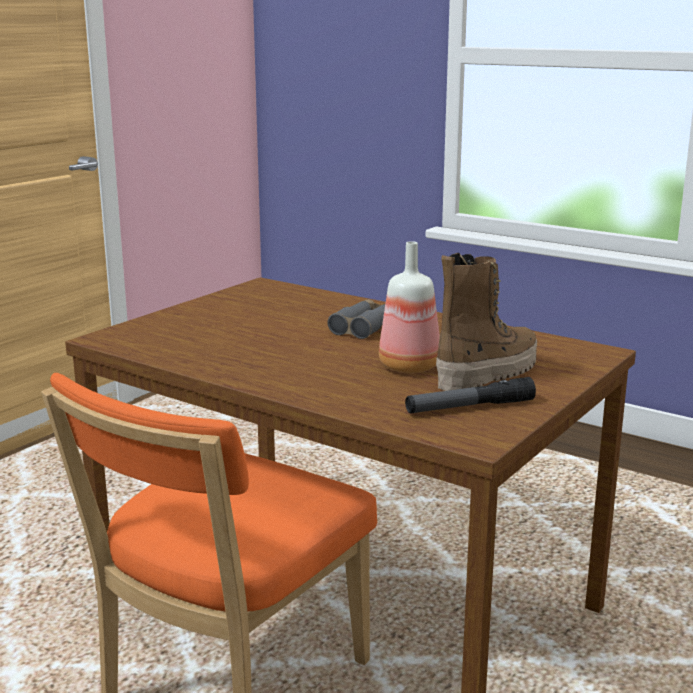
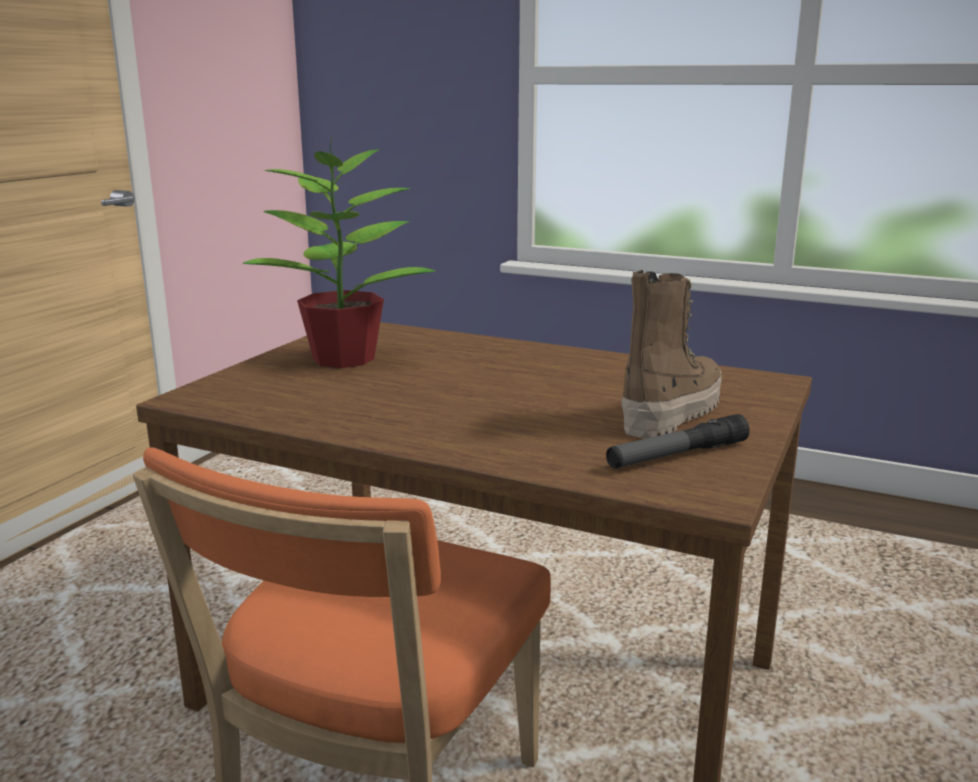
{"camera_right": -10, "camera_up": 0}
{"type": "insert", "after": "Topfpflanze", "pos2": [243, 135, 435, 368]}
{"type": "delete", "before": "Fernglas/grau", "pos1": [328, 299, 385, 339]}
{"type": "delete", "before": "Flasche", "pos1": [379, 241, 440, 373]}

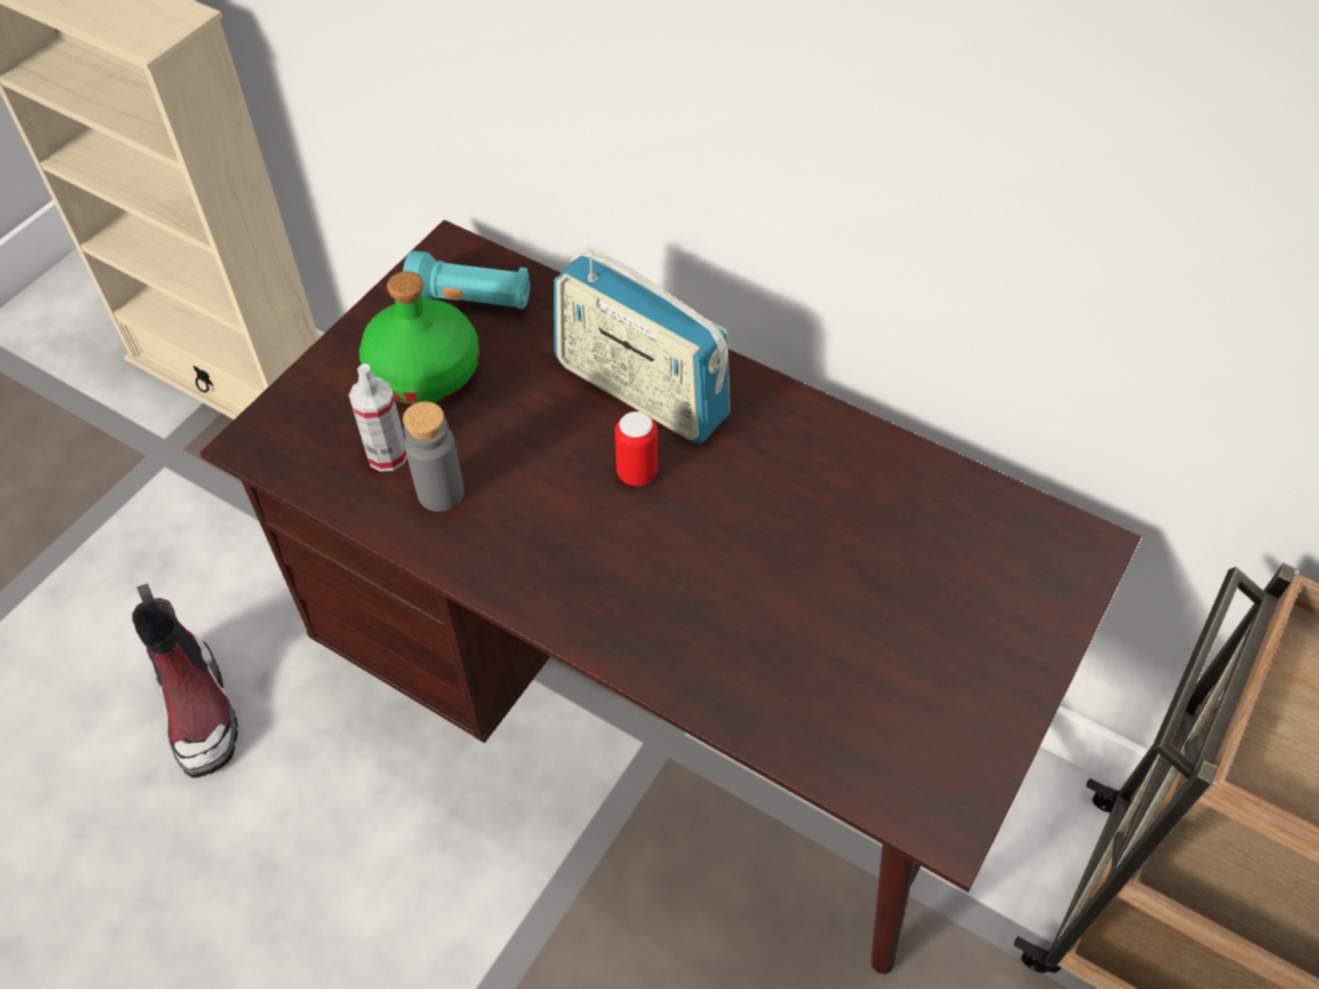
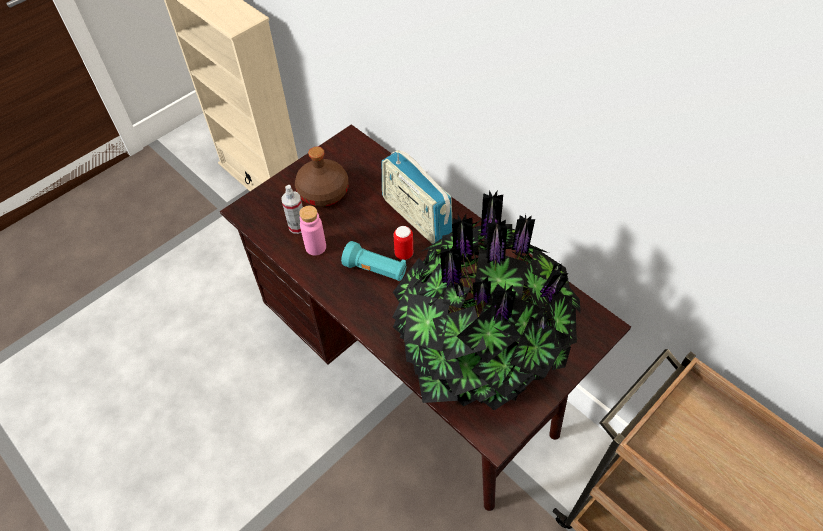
{"camera_right": 15, "camera_up": 0}
{"type": "recolor", "before": "Flasche/grün", "after": "Flasche/braun", "pos1": [359, 271, 480, 404], "pos2": [295, 147, 349, 207]}
{"type": "recolor", "before": "Flasche/grau", "after": "Flasche/rosa", "pos1": [403, 402, 464, 512], "pos2": [299, 206, 326, 256]}
{"type": "move", "before": "Taschenlampe/türkis", "pos1": [403, 251, 530, 309], "pos2": [341, 241, 406, 281]}
{"type": "insert", "after": "Topfpflanze", "pos2": [392, 190, 581, 410]}
{"type": "delete", "before": "Stiefel", "pos1": [132, 584, 238, 778]}

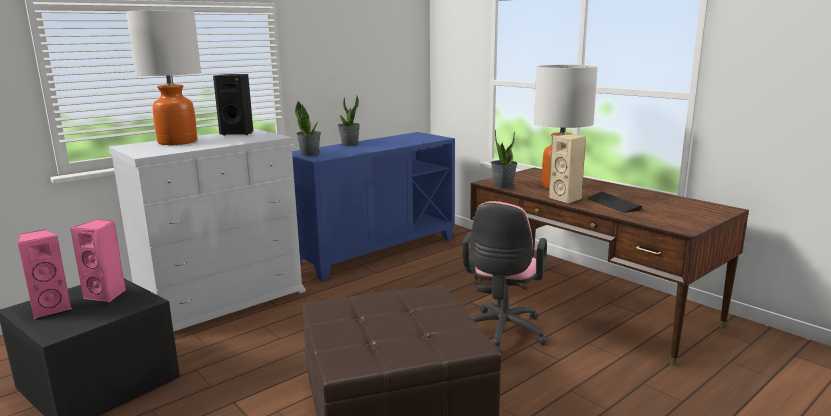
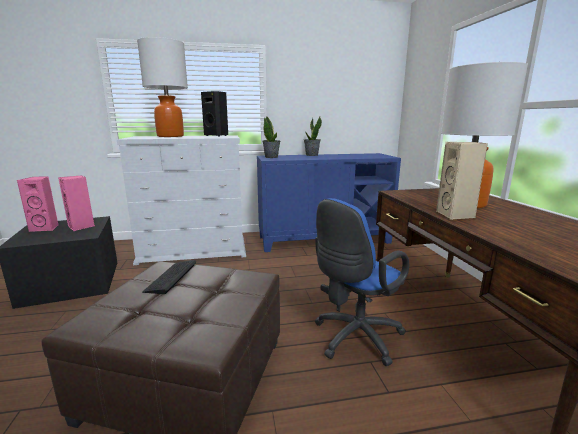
{"camera_right": 30, "camera_up": 0}
{"type": "move", "before": "Tastatur", "pos1": [587, 192, 643, 213], "pos2": [142, 260, 197, 294]}
{"type": "recolor", "before": "Bürostuhl/rosa", "after": "Bürostuhl/blau", "pos1": [462, 201, 548, 351], "pos2": [315, 198, 409, 366]}
{"type": "delete", "before": "Topfpflanze", "pos1": [491, 129, 518, 188]}

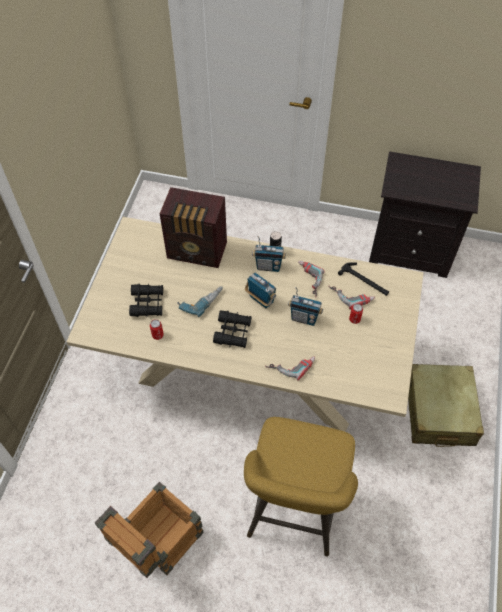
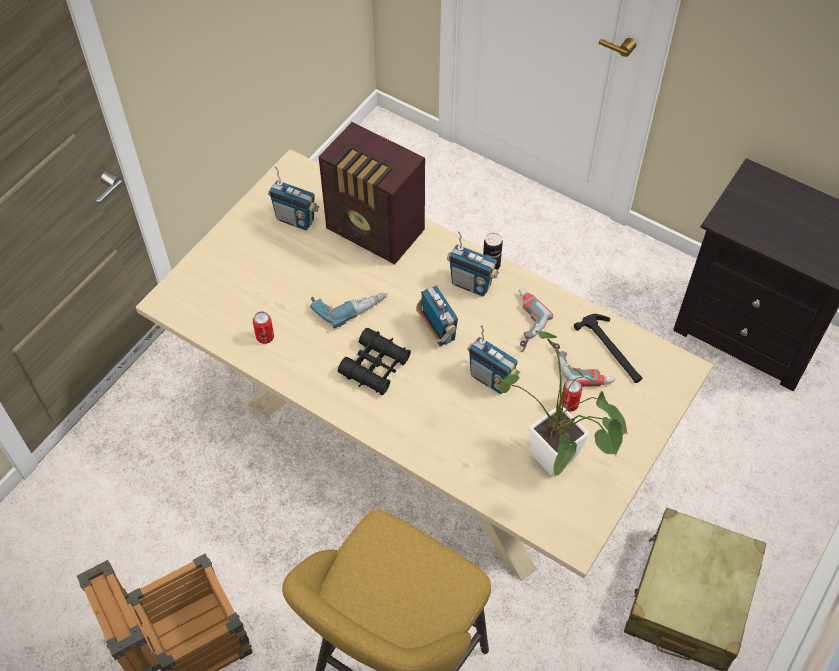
{"camera_right": 20, "camera_up": 0}
{"type": "insert", "after": "Radio", "pos2": [268, 166, 320, 230]}
{"type": "insert", "after": "Topfpflanze", "pos2": [499, 330, 628, 477]}
{"type": "delete", "before": "Fernglas/schwarz", "pos1": [129, 284, 163, 318]}
{"type": "delete", "before": "Bohrmaschine", "pos1": [265, 356, 315, 381]}

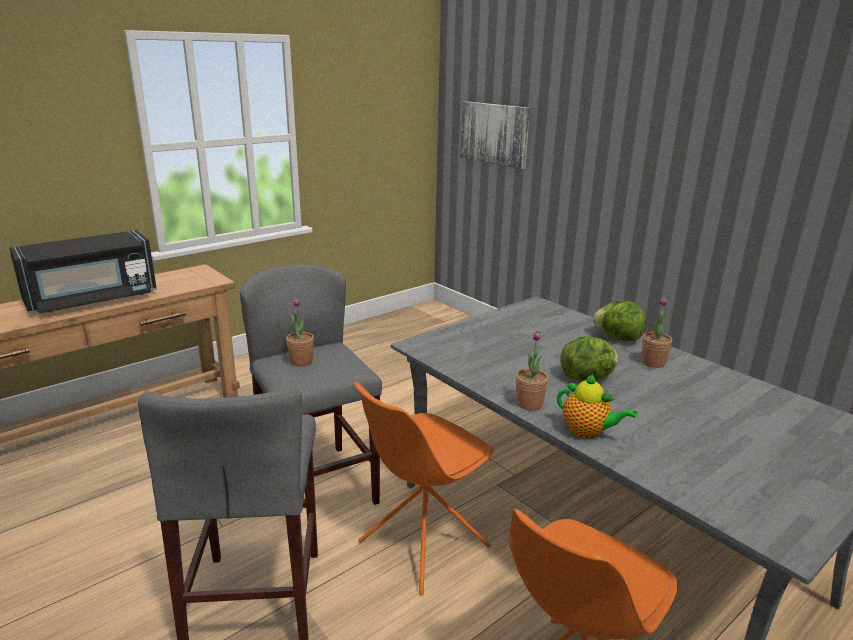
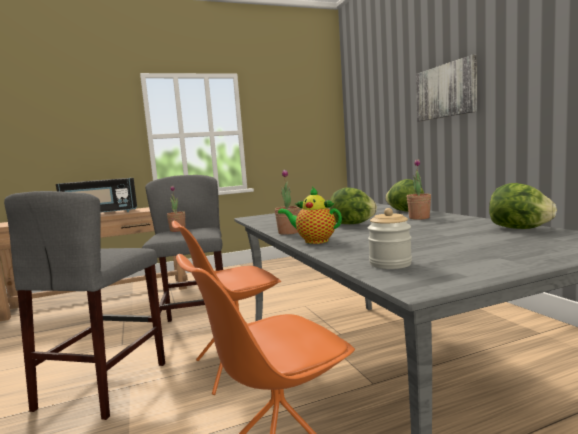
{"camera_right": 20, "camera_up": -15}
{"type": "rotate", "before": "Teekanne", "pos1": [557, 374, 637, 439], "pos2": [278, 187, 342, 244], "turn": 150}
{"type": "insert", "after": "Vorratsglas", "pos2": [368, 208, 412, 269]}
{"type": "move", "before": "Bild", "pos1": [460, 101, 530, 169], "pos2": [416, 55, 477, 121]}
{"type": "insert", "after": "Salatkopf", "pos2": [489, 183, 557, 229]}

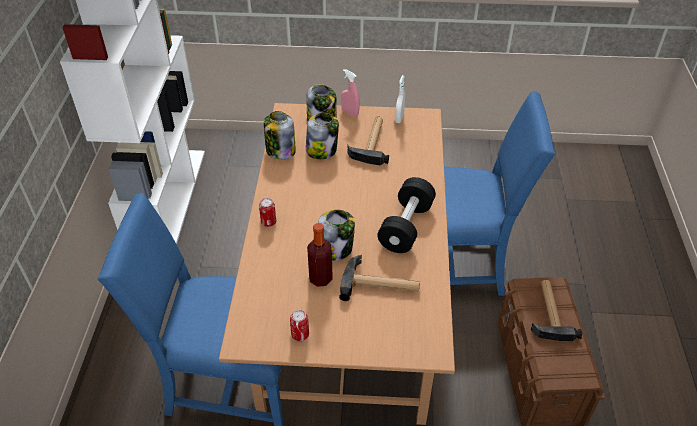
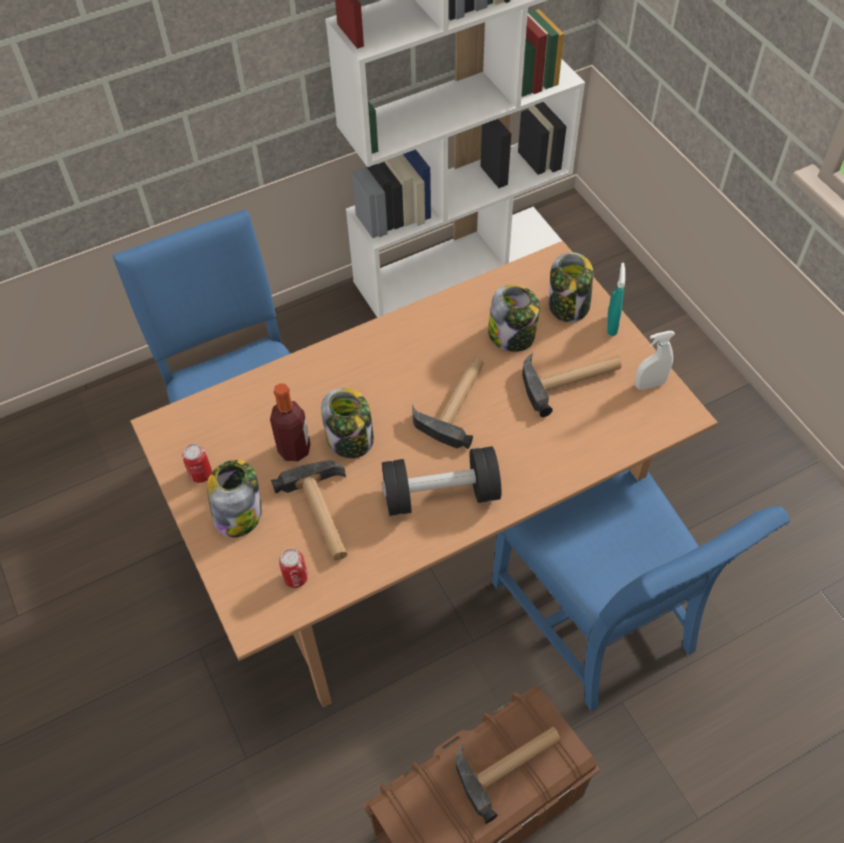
{"camera_right": 60, "camera_up": 10}
{"type": "move", "before": "Vorratsglas", "pos1": [264, 111, 296, 160], "pos2": [207, 460, 262, 538]}
{"type": "move", "before": "Dose", "pos1": [259, 198, 276, 227], "pos2": [279, 549, 308, 588]}
{"type": "insert", "after": "Hammer", "pos2": [412, 357, 483, 449]}
{"type": "recolor", "before": "Sprühflasche/rosa", "after": "Sprühflasche/türkis", "pos1": [341, 69, 360, 117], "pos2": [607, 263, 625, 336]}

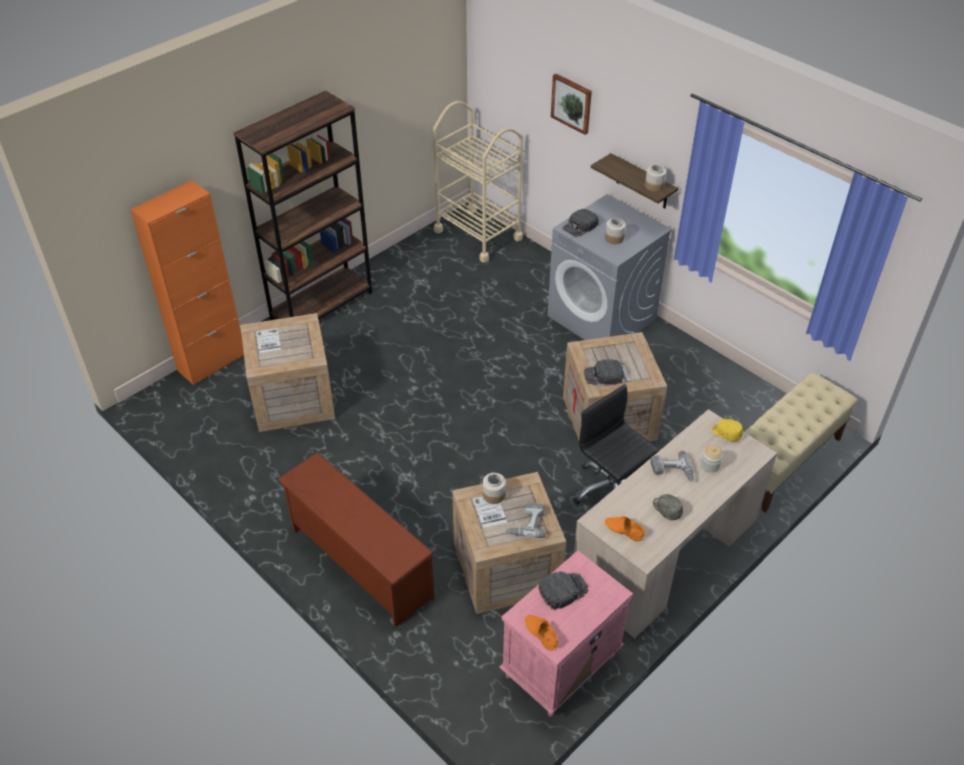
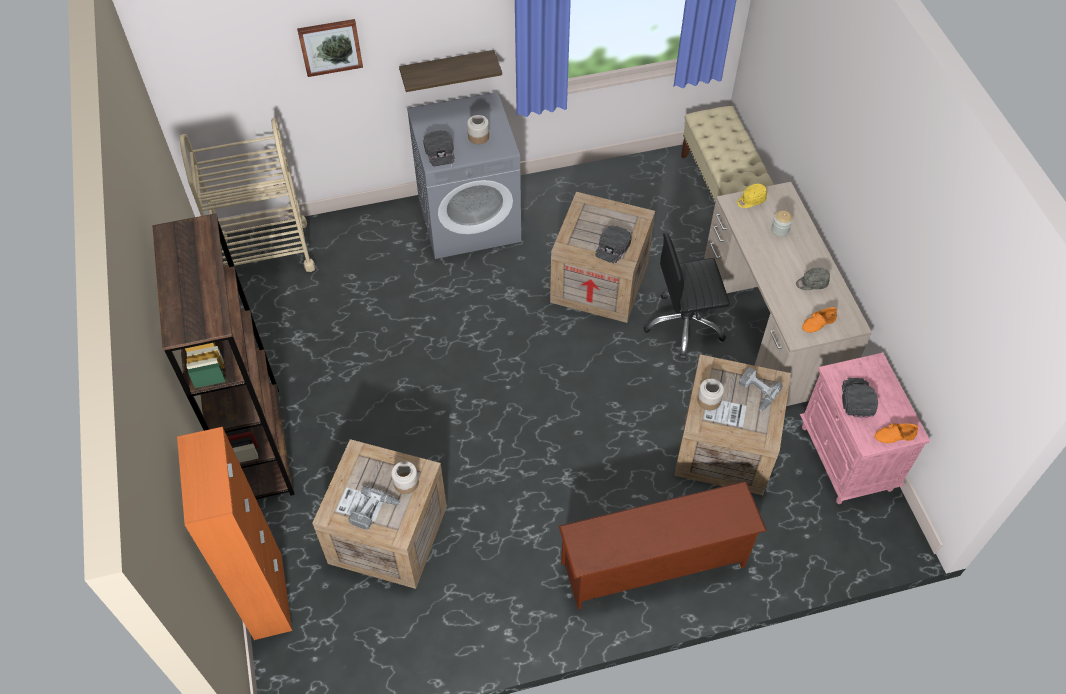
{"camera_right": -60, "camera_up": 10}
{"type": "move", "before": "Bohrmaschine", "pos1": [650, 451, 694, 482], "pos2": [349, 486, 401, 530]}
{"type": "move", "before": "Vorratsglas", "pos1": [645, 165, 666, 192], "pos2": [391, 461, 419, 494]}

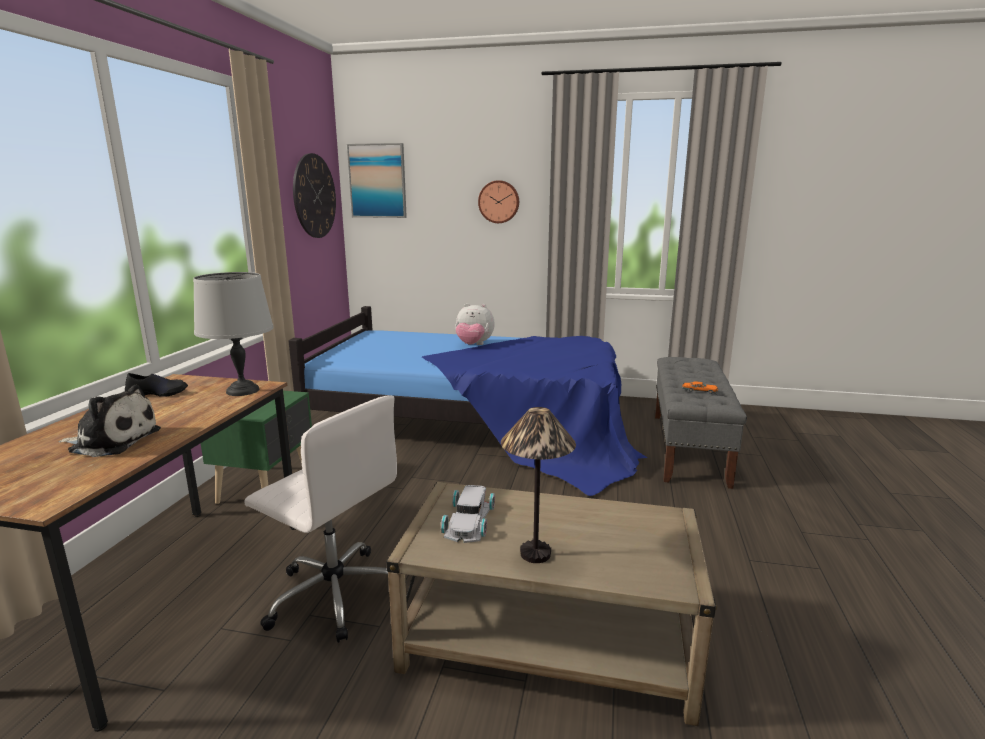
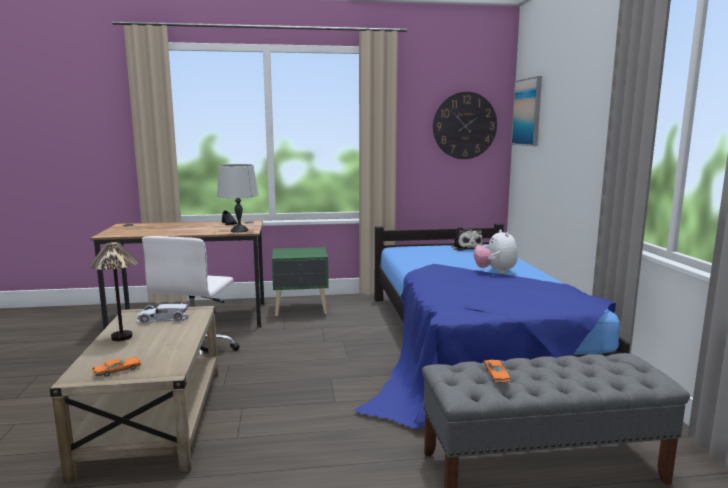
{"camera_right": 70, "camera_up": -5}
{"type": "insert", "after": "Spielzeugauto/orange", "pos2": [92, 357, 142, 377]}
{"type": "move", "before": "Plüschtier", "pos1": [59, 385, 161, 457], "pos2": [451, 227, 483, 251]}
{"type": "delete", "before": "Wanduhr", "pos1": [478, 180, 519, 223]}

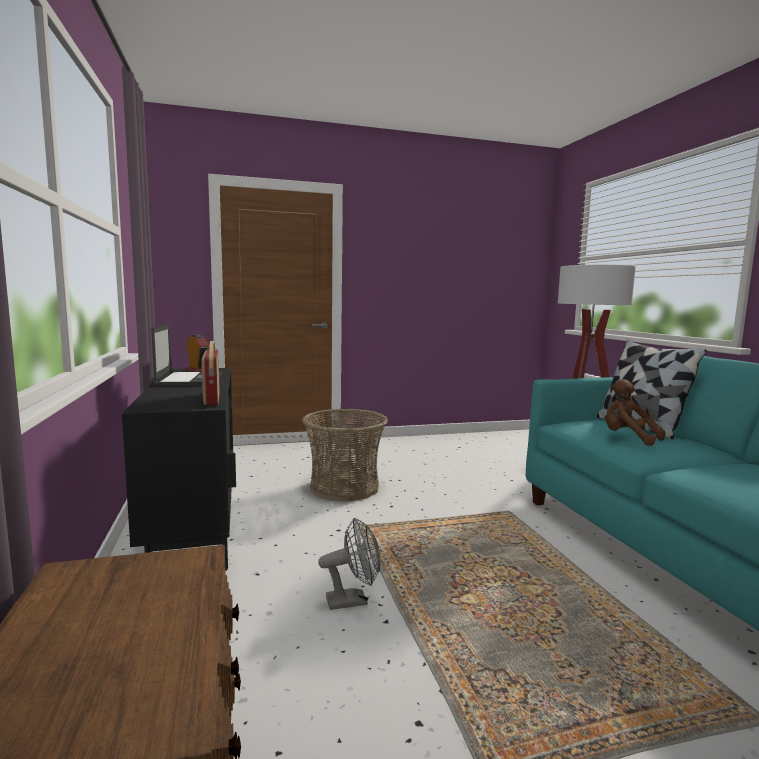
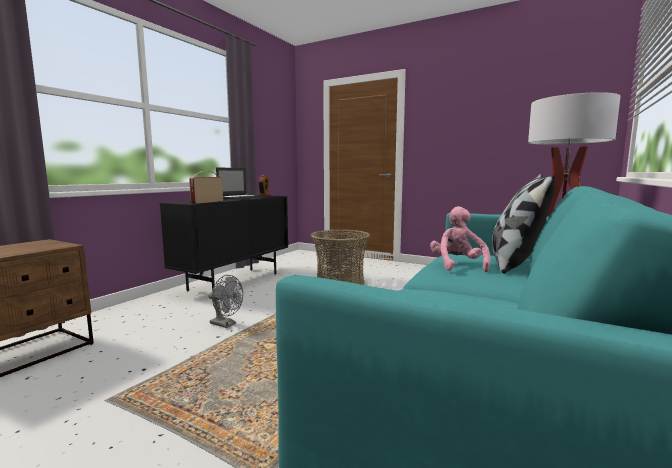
{"camera_right": 45, "camera_up": 0}
{"type": "recolor", "before": "Plüschtier/braun", "after": "Plüschtier/rosa", "pos1": [606, 379, 666, 446], "pos2": [430, 206, 490, 272]}

